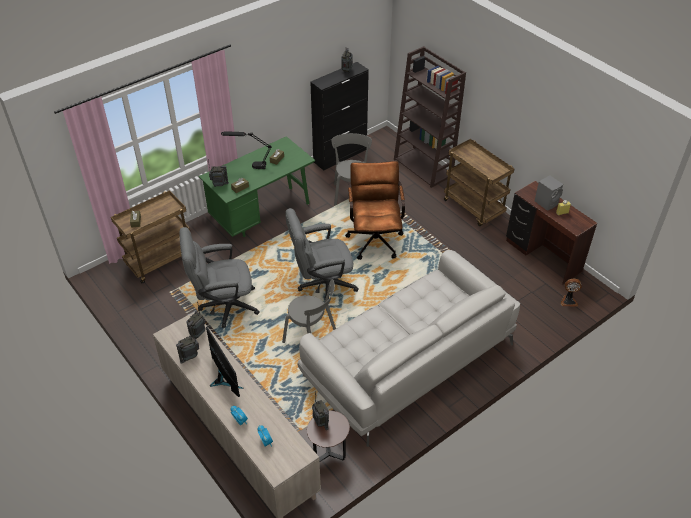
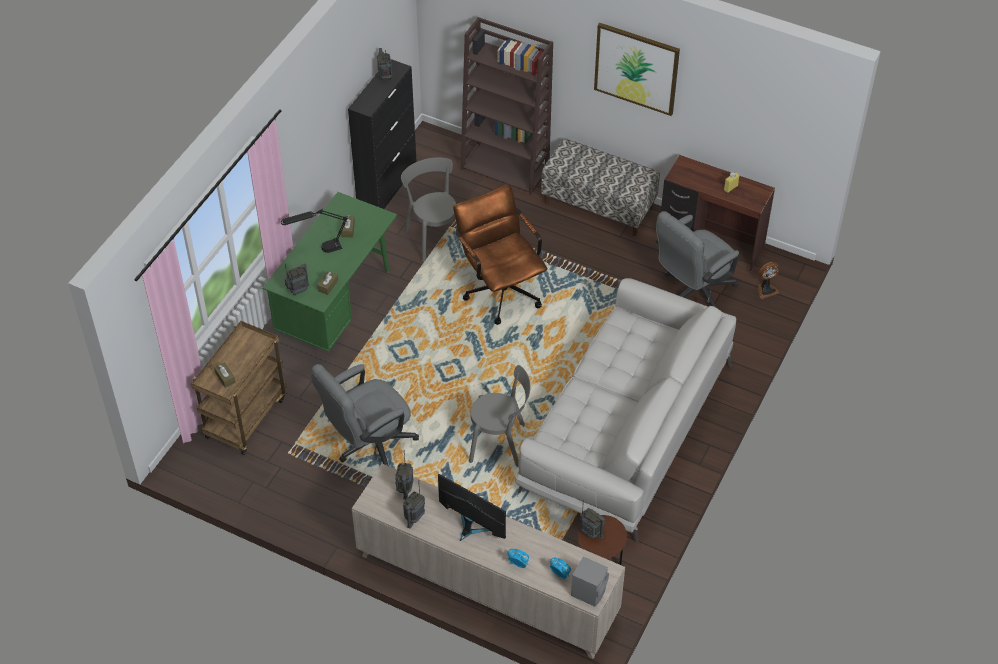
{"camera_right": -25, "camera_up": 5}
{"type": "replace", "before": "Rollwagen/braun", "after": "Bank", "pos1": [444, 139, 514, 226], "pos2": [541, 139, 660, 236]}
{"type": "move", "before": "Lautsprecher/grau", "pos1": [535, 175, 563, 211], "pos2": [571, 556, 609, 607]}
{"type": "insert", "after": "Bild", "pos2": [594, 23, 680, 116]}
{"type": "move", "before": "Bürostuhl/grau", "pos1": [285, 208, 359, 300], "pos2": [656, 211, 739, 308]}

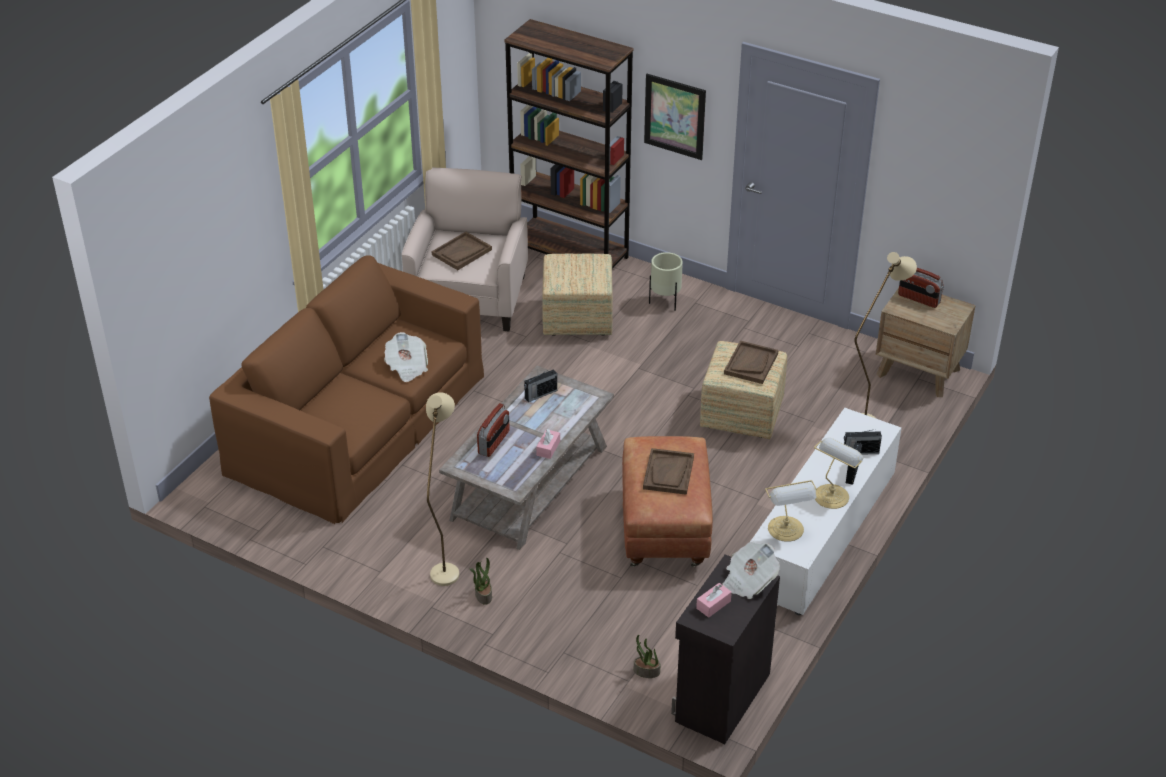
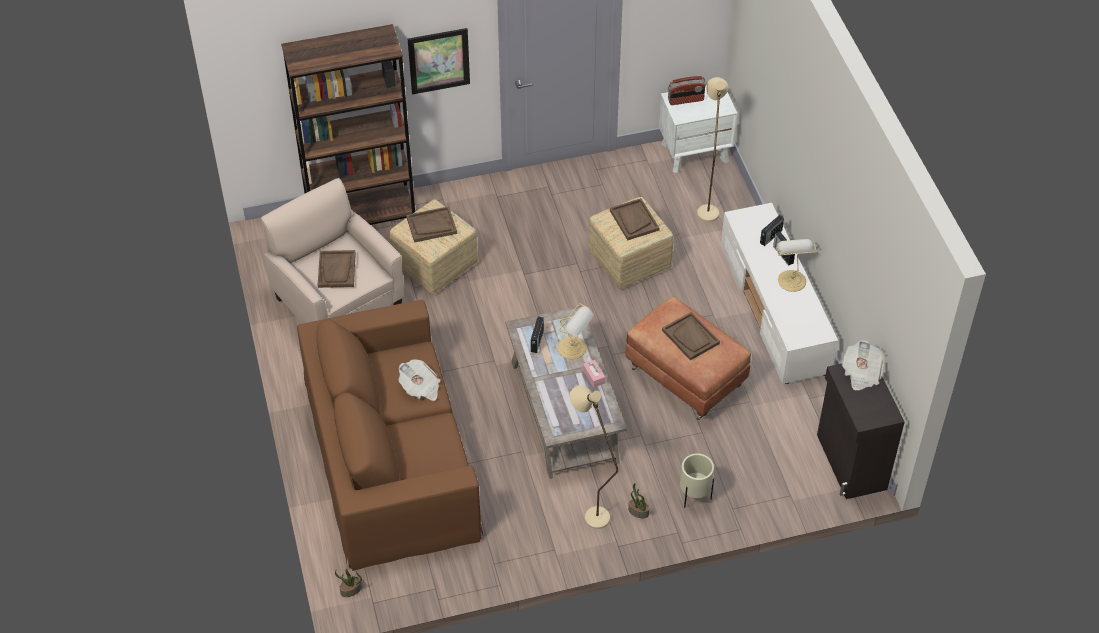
{"camera_right": -45, "camera_up": 10}
{"type": "move", "before": "Topfpflanze", "pos1": [634, 635, 661, 678], "pos2": [335, 569, 362, 597]}
{"type": "insert", "after": "Tablett/braun", "pos2": [406, 206, 457, 243]}
{"type": "move", "before": "Tischlampe", "pos1": [765, 480, 817, 542], "pos2": [557, 303, 594, 359]}
{"type": "recolor", "before": "Nachttisch/braun", "after": "Nachttisch/weiß", "pos1": [876, 288, 976, 397], "pos2": [659, 85, 738, 173]}
{"type": "move", "before": "Pflanzkübel/beige", "pos1": [649, 252, 683, 311], "pos2": [680, 453, 714, 508]}
{"type": "delete", "before": "Radio", "pos1": [477, 403, 510, 457]}
{"type": "delete", "before": "Taschentuchbox/rosa", "pos1": [696, 583, 732, 618]}

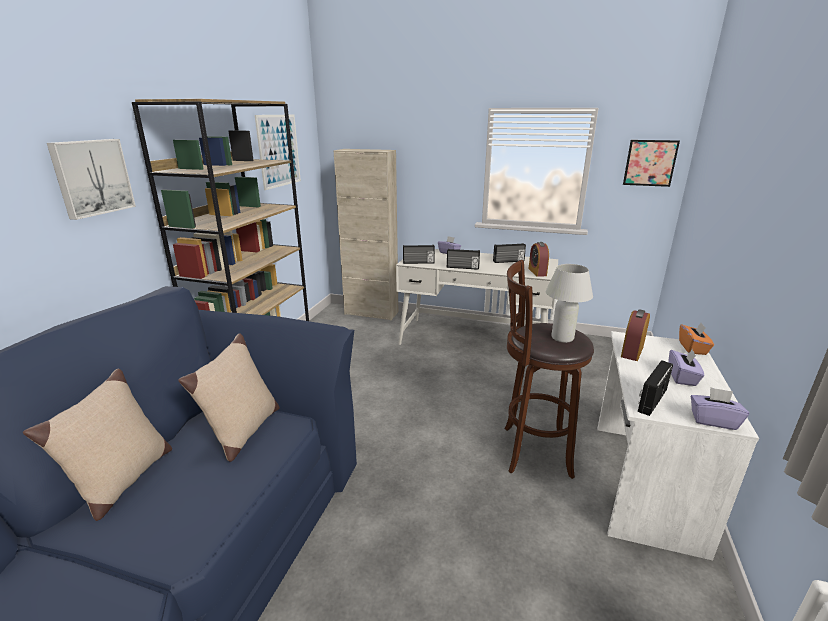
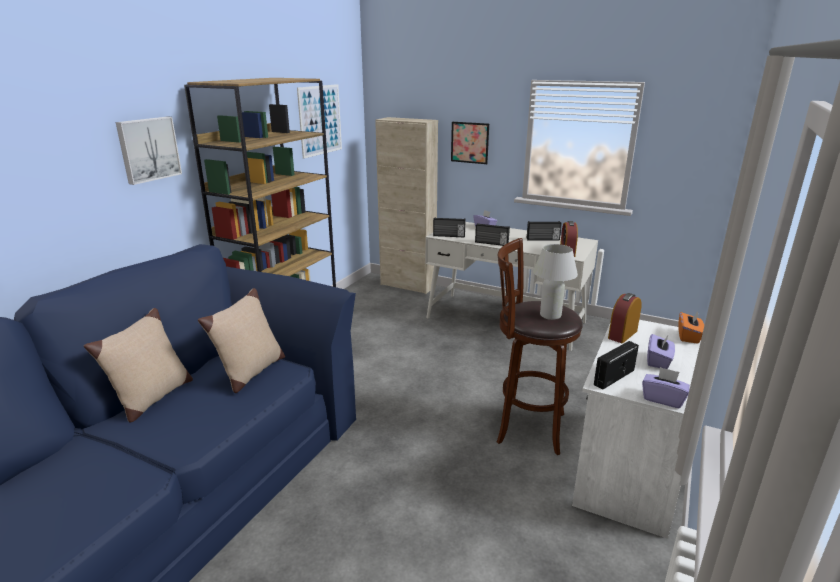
{"camera_right": 10, "camera_up": 0}
{"type": "move", "before": "Bild", "pos1": [623, 140, 680, 187], "pos2": [451, 122, 489, 164]}

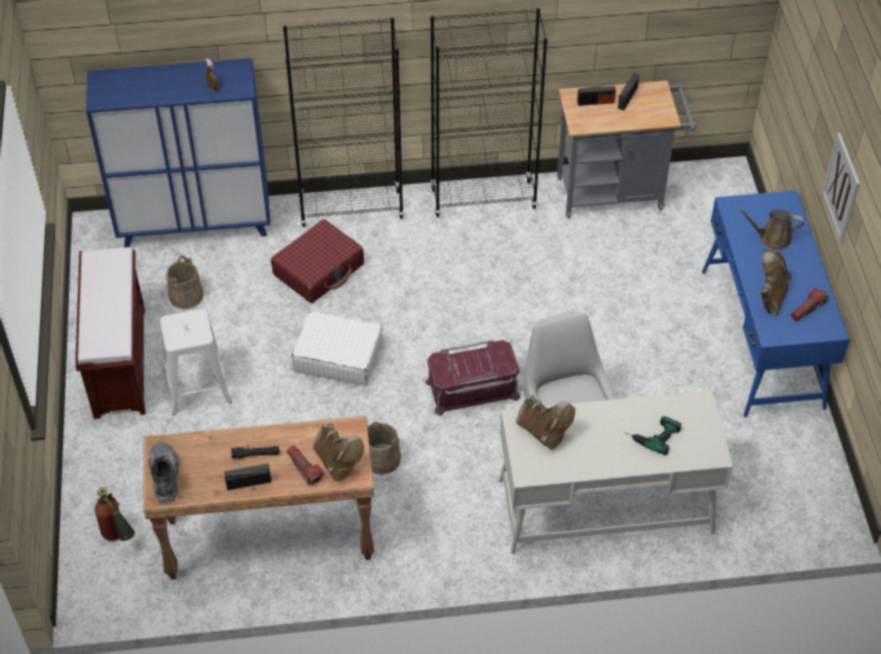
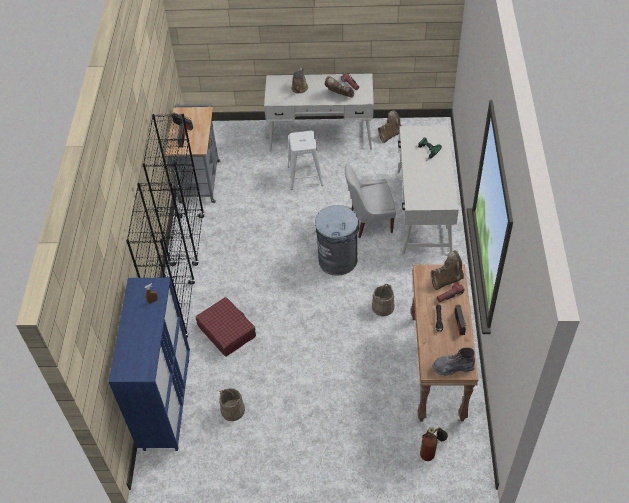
{"camera_right": -80, "camera_up": 0}
{"type": "recolor", "before": "Schreibtisch/blau", "after": "Schreibtisch/weiß", "pos1": [702, 190, 850, 417], "pos2": [264, 73, 374, 152]}
{"type": "move", "before": "Hocker/weiß", "pos1": [160, 309, 232, 415], "pos2": [287, 131, 324, 190]}
{"type": "replace", "before": "Aufbewahrungsbox/rot", "after": "Mülleimer/grau", "pos1": [425, 340, 520, 416], "pos2": [315, 205, 359, 276]}
{"type": "move", "before": "Stiefel/braun", "pos1": [516, 395, 575, 449], "pos2": [378, 110, 402, 143]}
{"type": "delete", "before": "Bank/braun", "pos1": [75, 247, 145, 419]}
{"type": "delete", "before": "Koffer/weiß", "pos1": [291, 311, 383, 386]}
{"type": "delete", "before": "Bild", "pos1": [821, 133, 860, 243]}

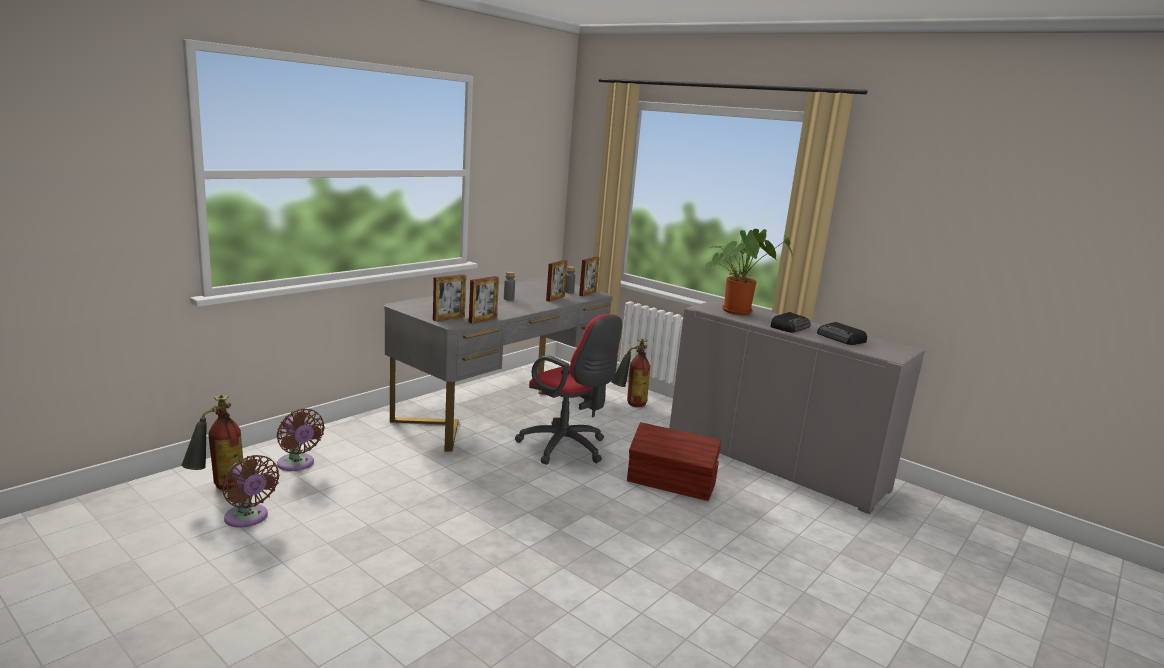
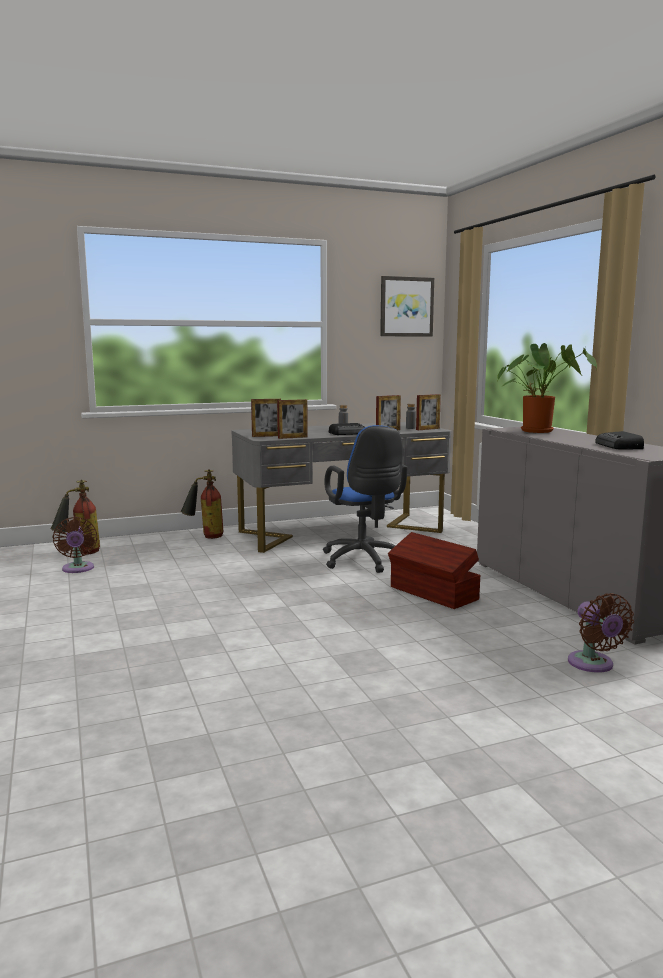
{"camera_right": 30, "camera_up": -5}
{"type": "move", "before": "Feuerlöscher", "pos1": [611, 338, 650, 407], "pos2": [180, 470, 223, 539]}
{"type": "recolor", "before": "Bürostuhl/rot", "after": "Bürostuhl/blau", "pos1": [515, 314, 622, 465], "pos2": [323, 425, 408, 573]}
{"type": "move", "before": "Radio", "pos1": [770, 312, 810, 333], "pos2": [329, 423, 365, 435]}
{"type": "insert", "after": "Bild", "pos2": [380, 276, 434, 337]}
{"type": "move", "before": "Ventilator/braun", "pos1": [277, 408, 325, 471], "pos2": [568, 593, 634, 673]}

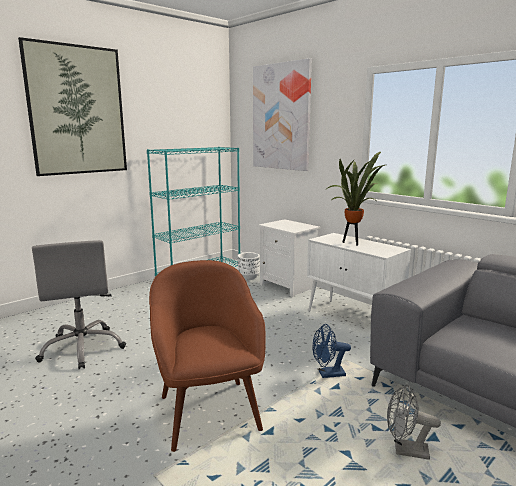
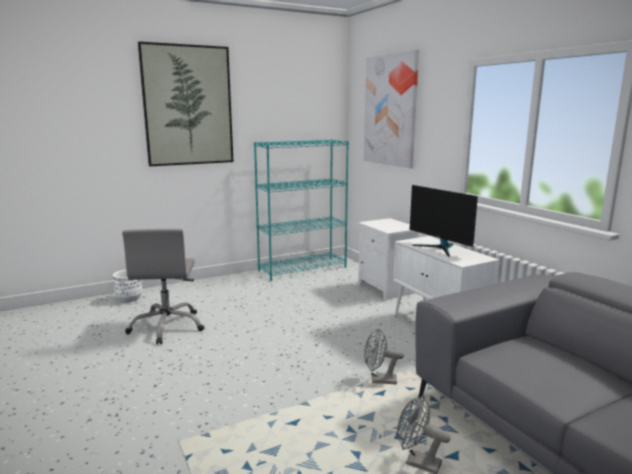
{"camera_right": 15, "camera_up": 0}
{"type": "move", "before": "Pflanzkübel/weiß", "pos1": [238, 252, 260, 280], "pos2": [113, 270, 143, 302]}
{"type": "recolor", "before": "Ventilator/blau", "after": "Ventilator/grau", "pos1": [312, 324, 351, 378], "pos2": [364, 328, 404, 384]}
{"type": "replace", "before": "Topfpflanze", "after": "Monitor", "pos1": [327, 152, 387, 245], "pos2": [409, 185, 478, 257]}
{"type": "delete", "before": "Sessel/braun", "pos1": [149, 260, 265, 452]}

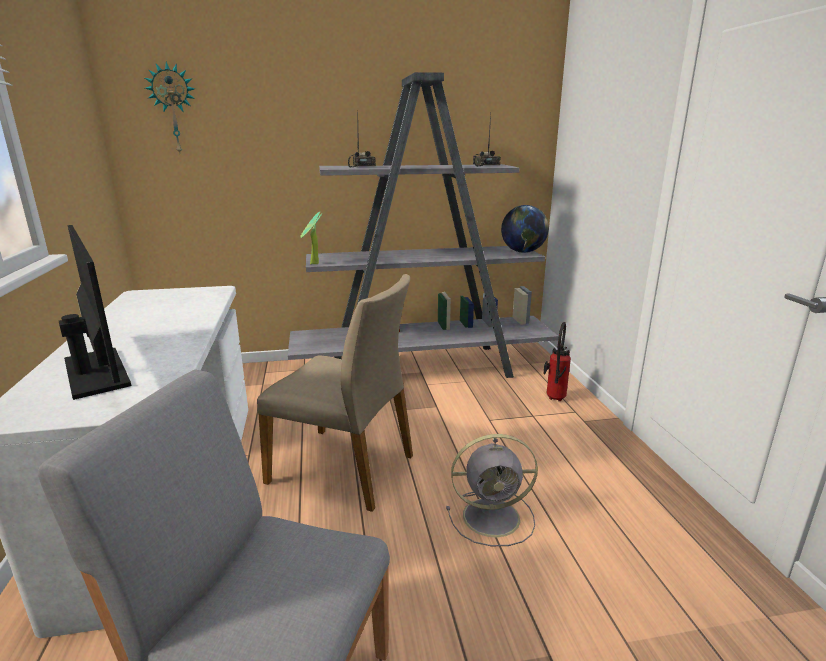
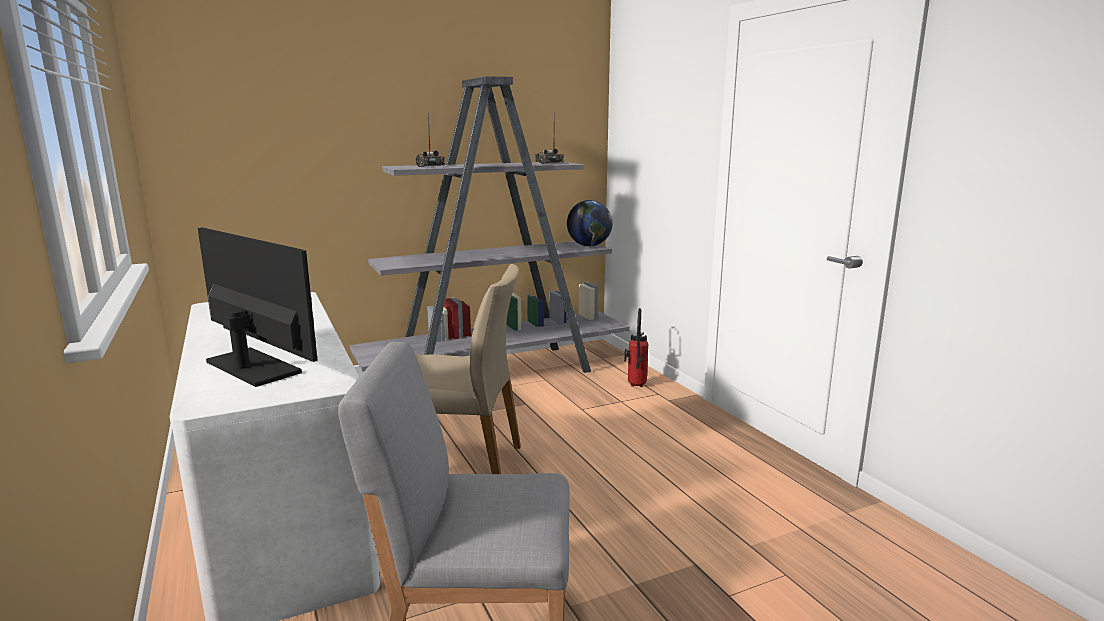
{"camera_right": -15, "camera_up": -5}
{"type": "delete", "before": "Wanduhr", "pos1": [145, 62, 195, 154]}
{"type": "delete", "before": "Topfpflanze", "pos1": [300, 212, 322, 265]}
{"type": "delete", "before": "Ventilator/grau", "pos1": [446, 434, 538, 546]}

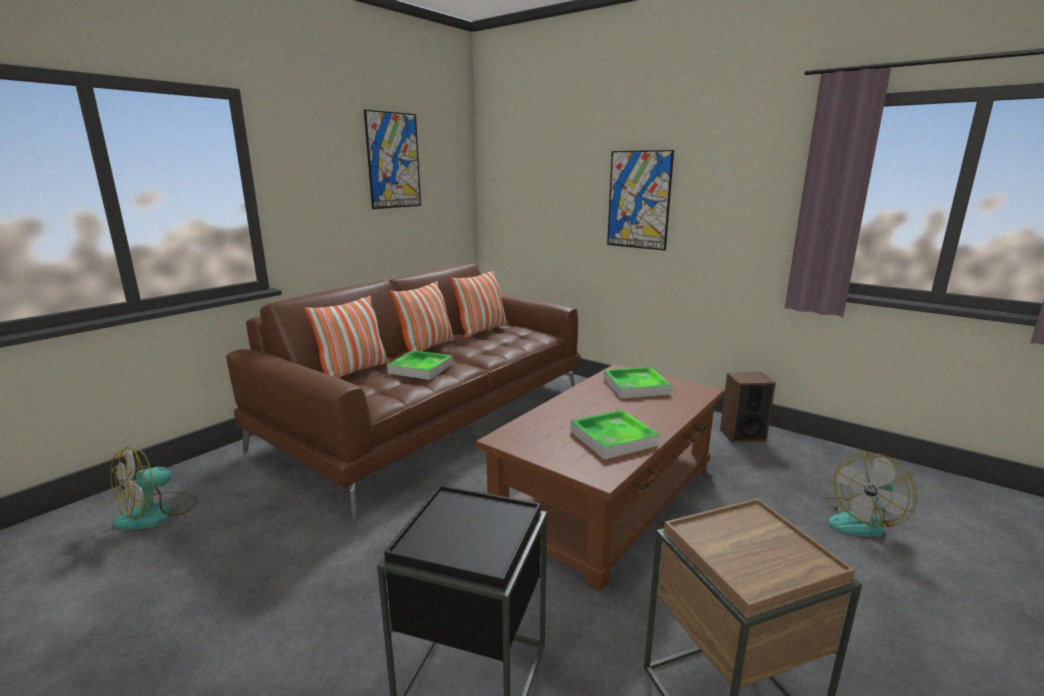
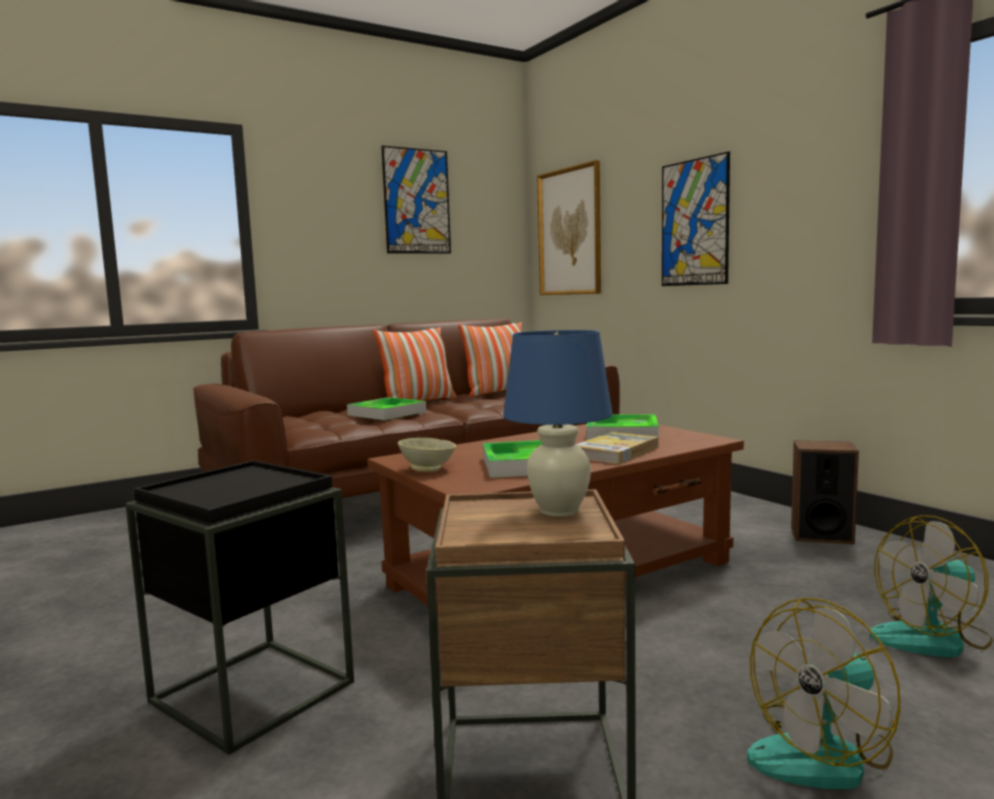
{"camera_right": 20, "camera_up": -10}
{"type": "insert", "after": "Schüssel/beige", "pos2": [398, 438, 456, 472]}
{"type": "insert", "after": "Tischlampe/blau", "pos2": [503, 330, 613, 517]}
{"type": "insert", "after": "Bild", "pos2": [537, 160, 601, 295]}
{"type": "insert", "after": "Buch", "pos2": [576, 432, 658, 464]}
{"type": "move", "before": "Ventilator", "pos1": [111, 447, 198, 529], "pos2": [747, 598, 901, 789]}
{"type": "delete", "before": "Kissen", "pos1": [304, 295, 390, 378]}

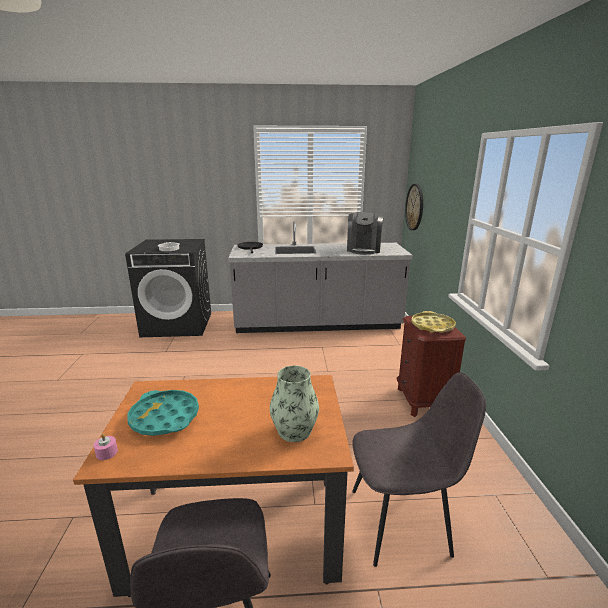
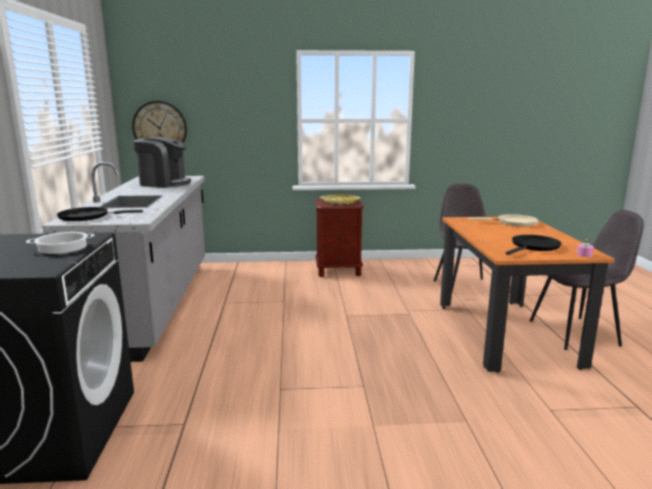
{"camera_right": -90, "camera_up": -5}
{"type": "replace", "before": "Vase", "after": "Pfanne/beige", "pos1": [270, 366, 319, 442], "pos2": [468, 214, 539, 227]}
{"type": "replace", "before": "Tablett/türkis", "after": "Pfanne/schwarz", "pos1": [127, 390, 199, 436], "pos2": [506, 235, 561, 255]}

